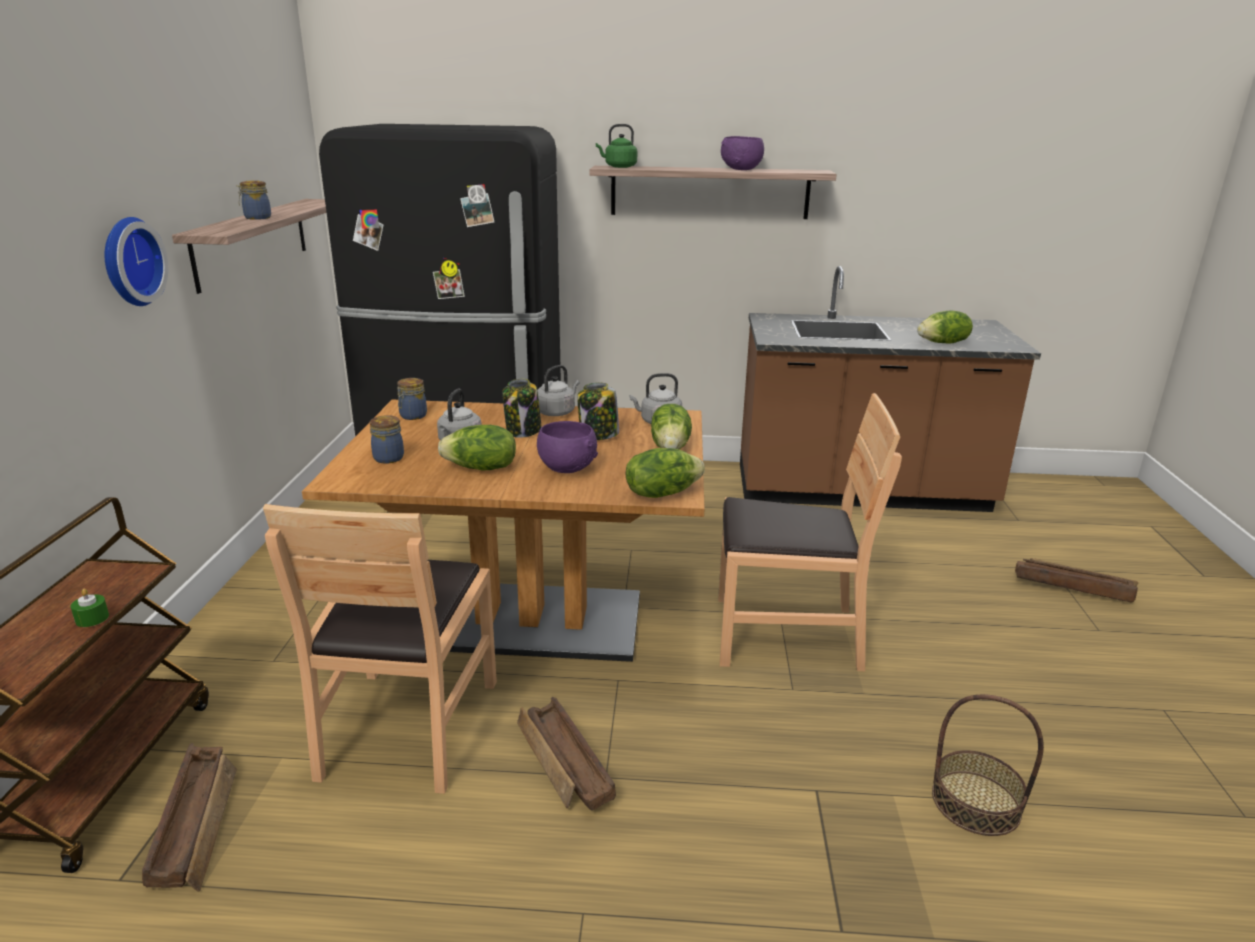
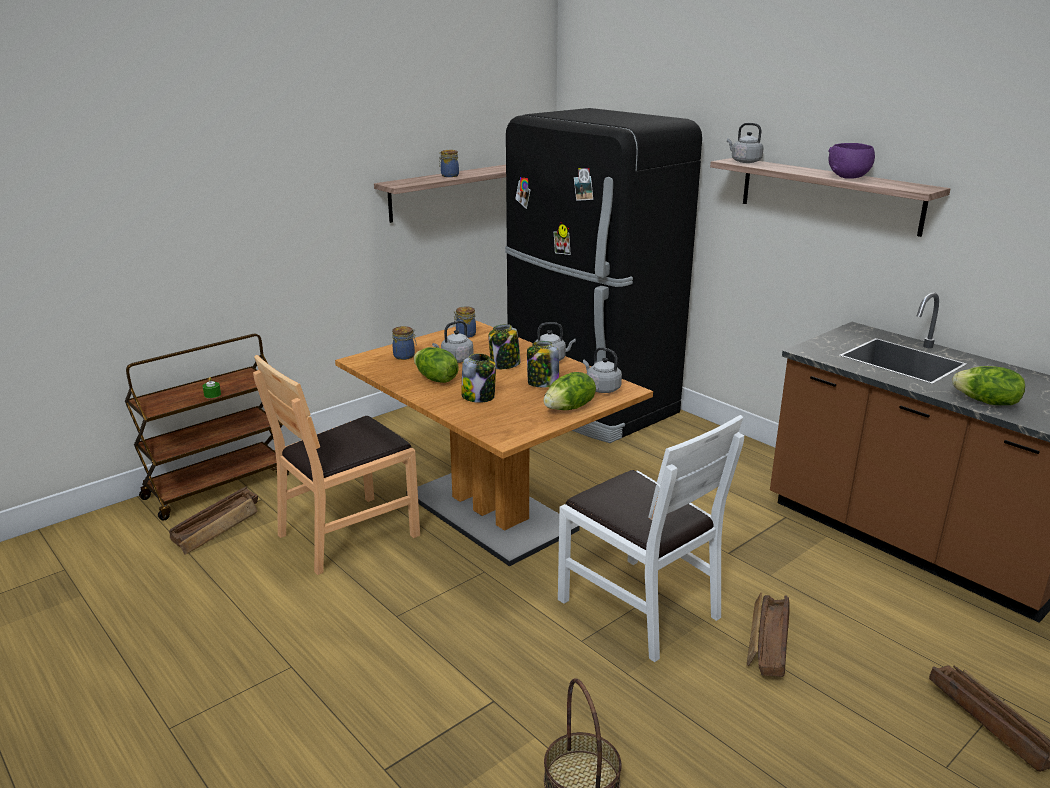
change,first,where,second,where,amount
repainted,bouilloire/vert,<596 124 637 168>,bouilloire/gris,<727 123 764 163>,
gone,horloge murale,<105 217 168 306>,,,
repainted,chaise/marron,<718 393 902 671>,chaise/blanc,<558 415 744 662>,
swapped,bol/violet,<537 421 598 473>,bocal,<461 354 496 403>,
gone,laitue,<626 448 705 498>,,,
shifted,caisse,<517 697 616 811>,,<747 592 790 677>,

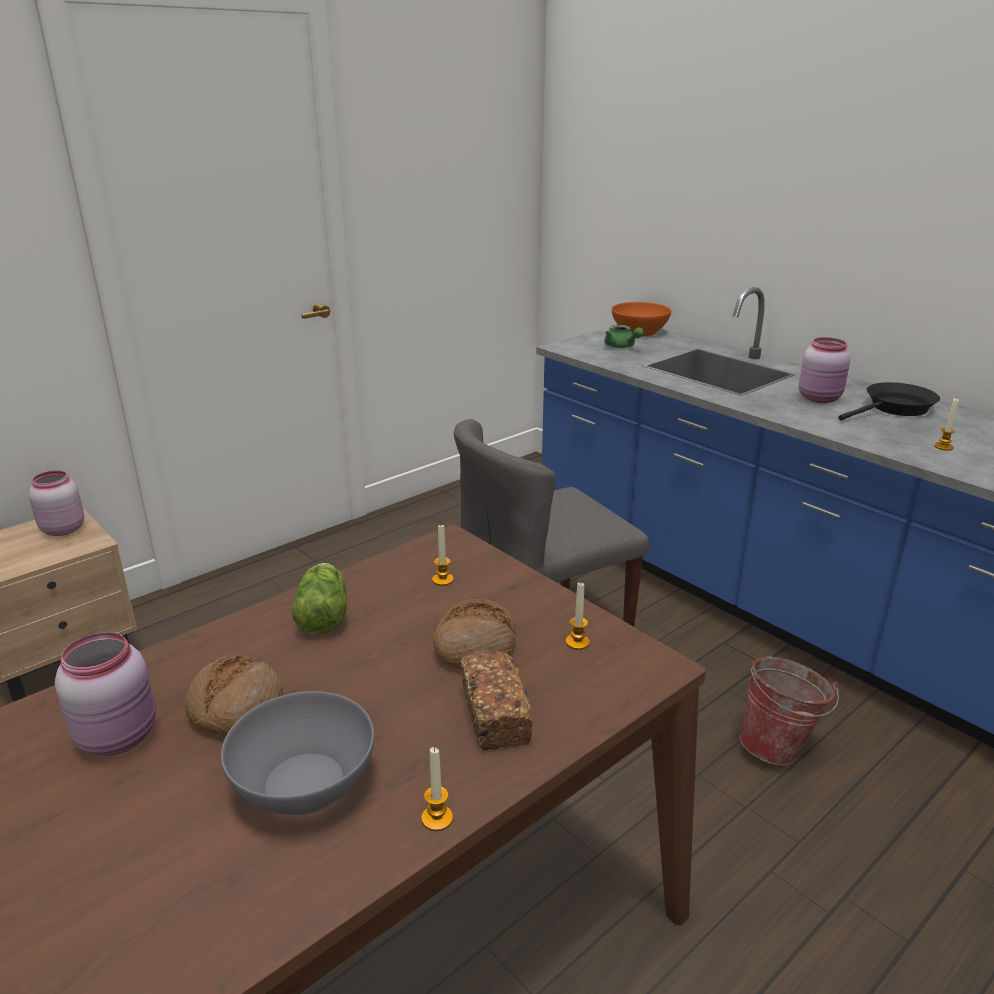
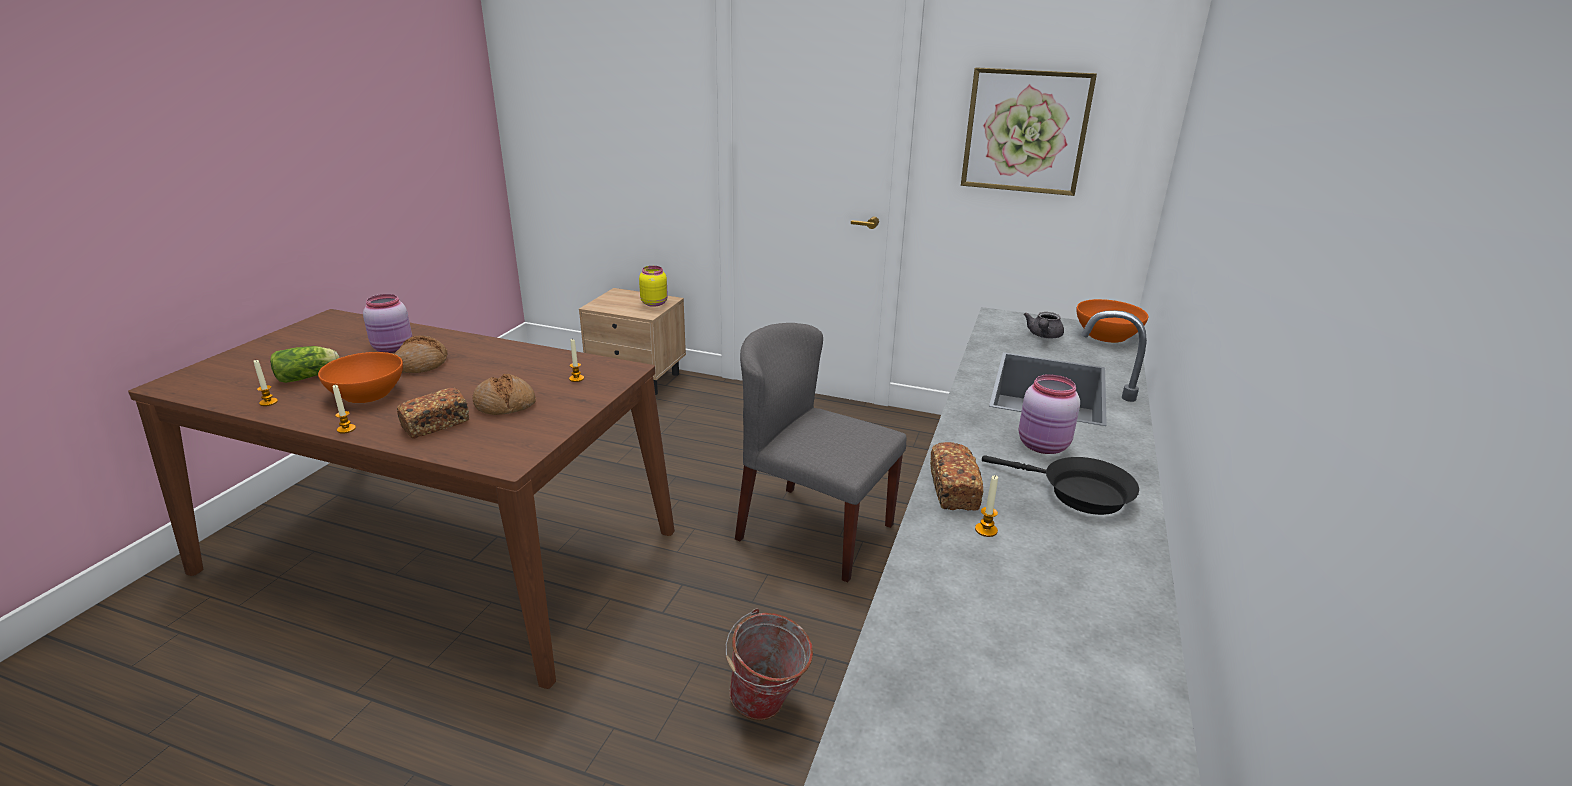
change,first,where,second,where,amount
repainted,théière/vert,<604 325 644 348>,théière/gris,<1024 312 1064 338>,
repainted,bocal/rose,<29 471 84 536>,bocal/jaune,<639 266 668 307>,
shifted,laitue,<291 563 347 635>,,<270 346 339 383>,
shifted,bougie,<566 582 590 650>,,<253 359 278 406>,
repainted,bol/gris,<221 691 374 815>,bol/orange,<318 352 403 403>,
new,,,tableau,<961 67 1097 196>,
new,,,pain,<930 442 983 511>,

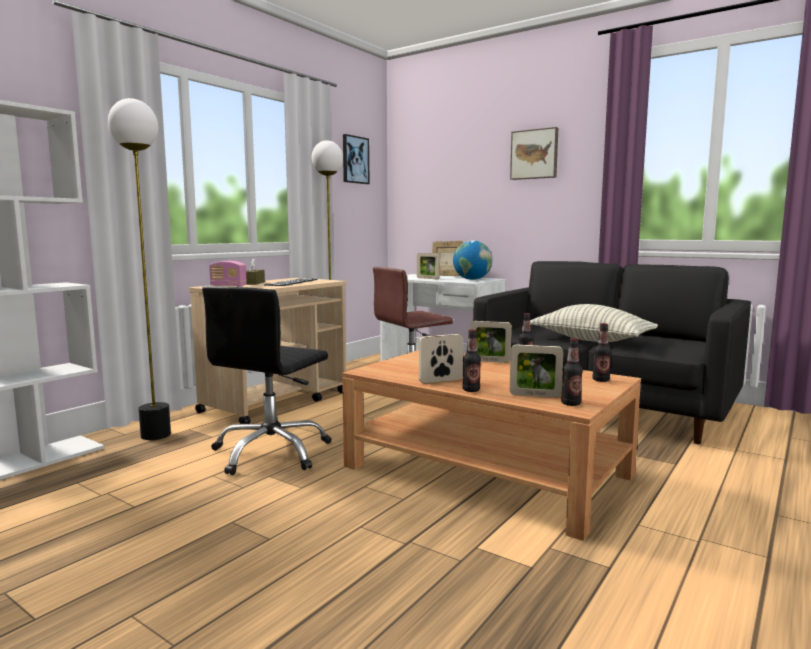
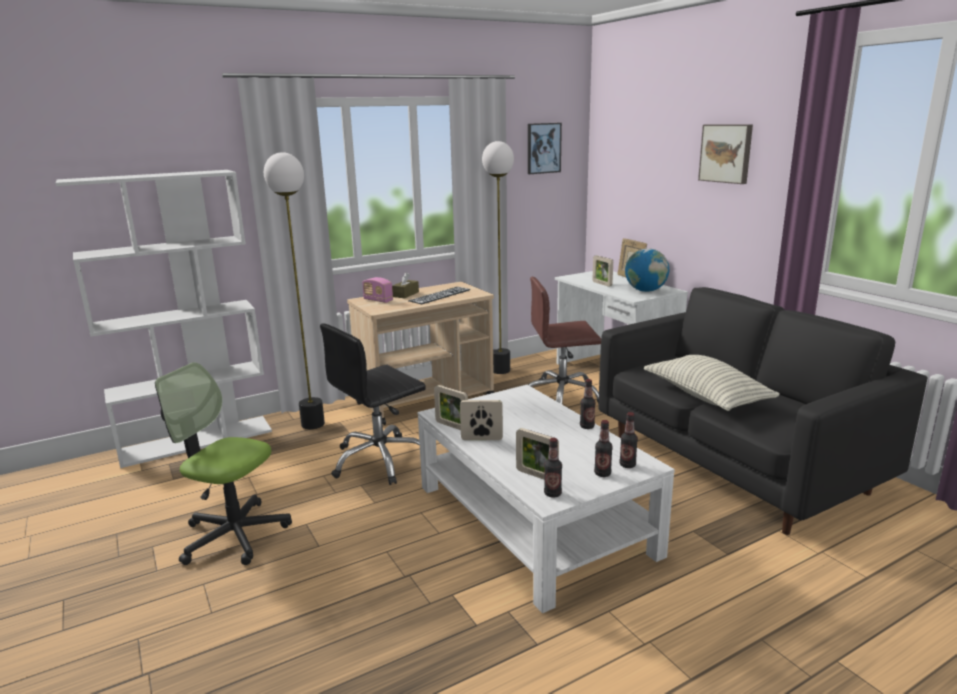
change,first,where,second,where,amount
shifted,cadre photo,<470 321 512 363>,,<434 385 468 430>,
shifted,bouteille,<462 330 481 392>,,<594 420 613 477>,
repainted,table basse/marron,<342 350 641 541>,table basse/blanc,<418 385 675 613>,
new,,,chaise de bureau,<155 362 292 565>,

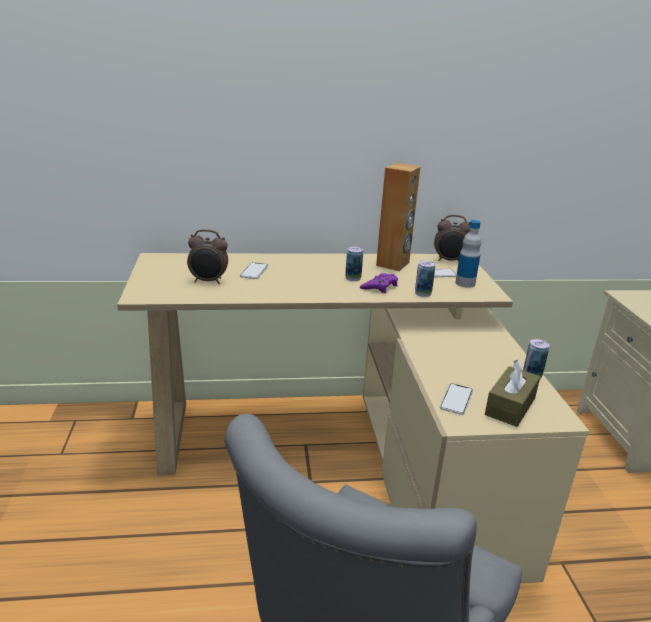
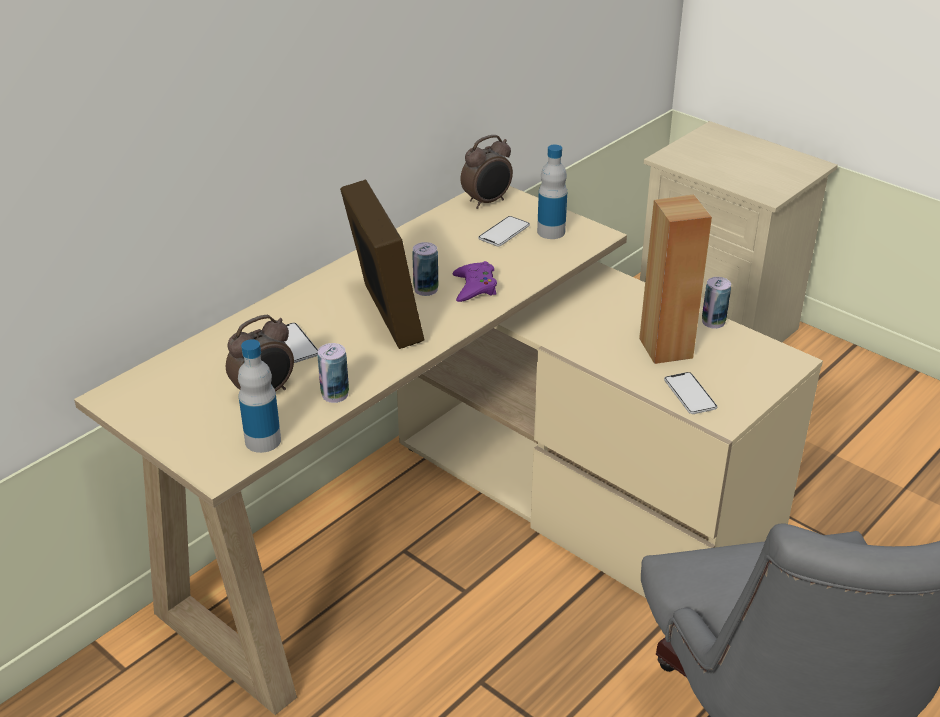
change,first,where,second,where,amount
shifted,enceinte/marron,<376 163 420 271>,,<639 194 712 364>,
shifted,boîte métallique,<415 260 435 297>,,<317 343 349 403>,
gone,boîte à mouchoirs/marron,<485 360 540 427>,,,
new,,,cadre photo,<340 179 425 349>,
new,,,bouteille,<238 339 281 453>,

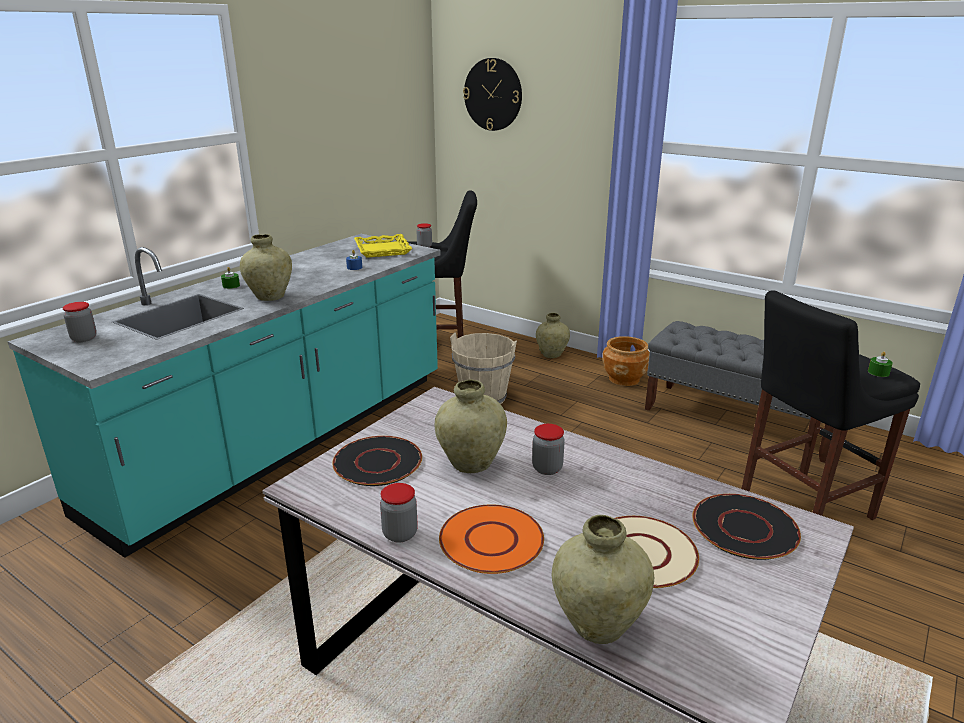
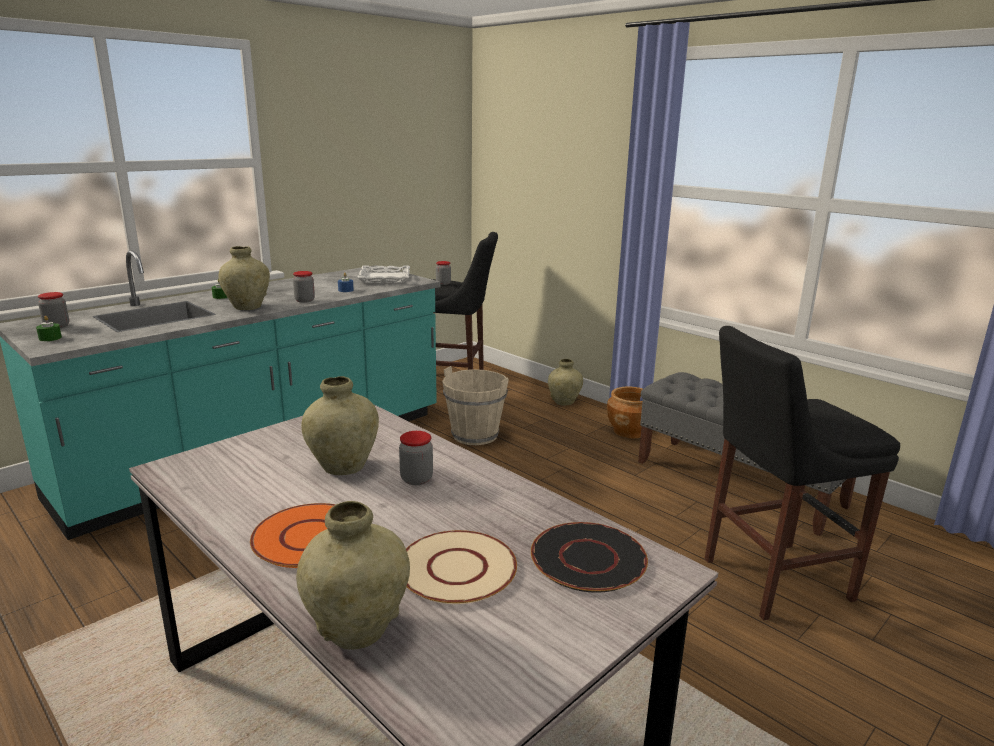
change,first,where,second,where,amount
gone,horloge murale,<463 58 522 131>,,,
repainted,plateau/jaune,<354 234 413 258>,plateau/blanc,<357 265 410 283>,
shifted,bougie/vert,<868 351 893 377>,,<36 316 62 341>,
gone,assiette/noir,<332 436 422 486>,,,
shifted,bocal,<380 483 418 543>,,<293 271 315 303>,

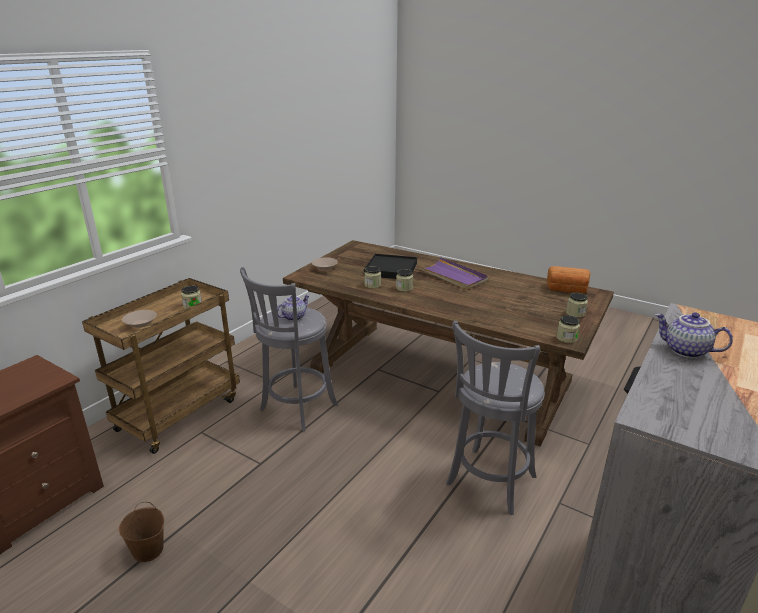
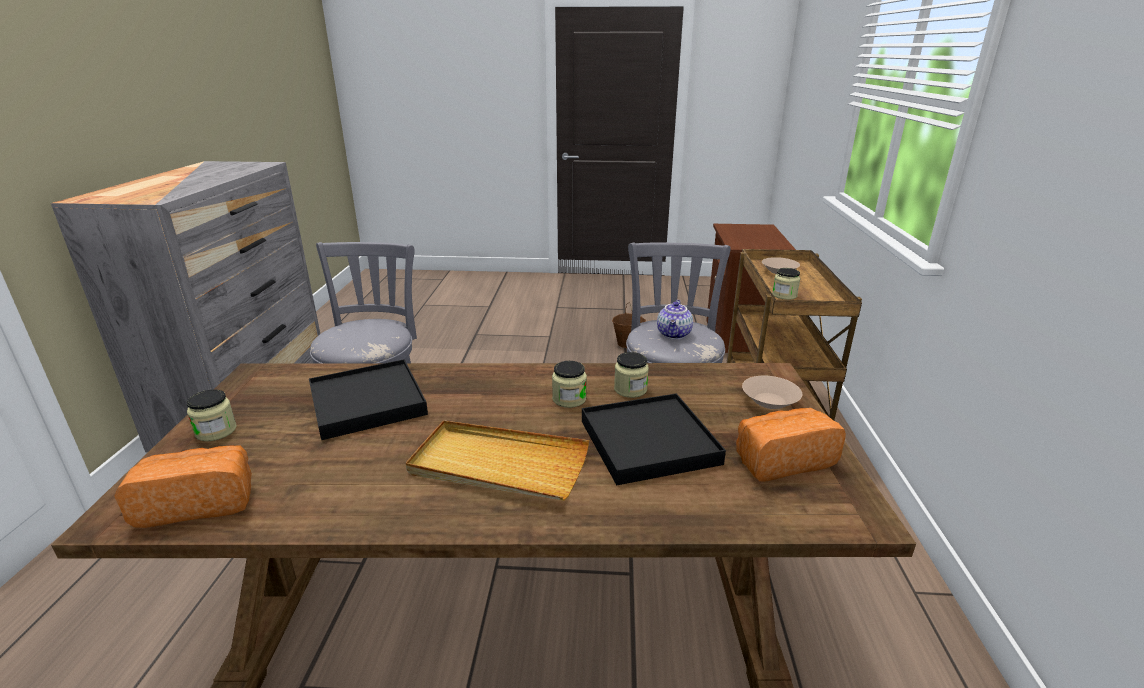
change,first,where,second,where,amount
repainted,plateau/violet,<417 257 489 290>,plateau/beige,<406 420 589 501>,
gone,théière,<655 312 733 358>,,,
gone,bocal,<556 315 580 343>,,,
new,,,plateau/noir,<309 359 428 440>,
new,,,pain,<736 408 846 482>,

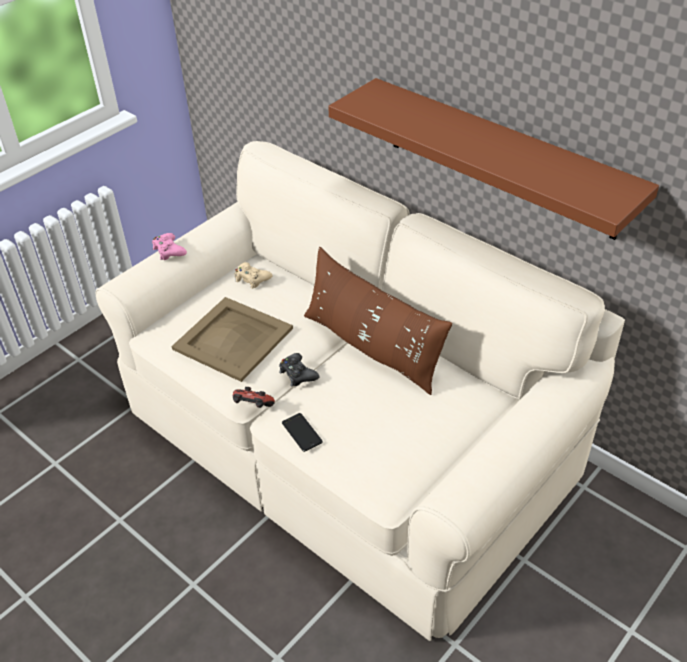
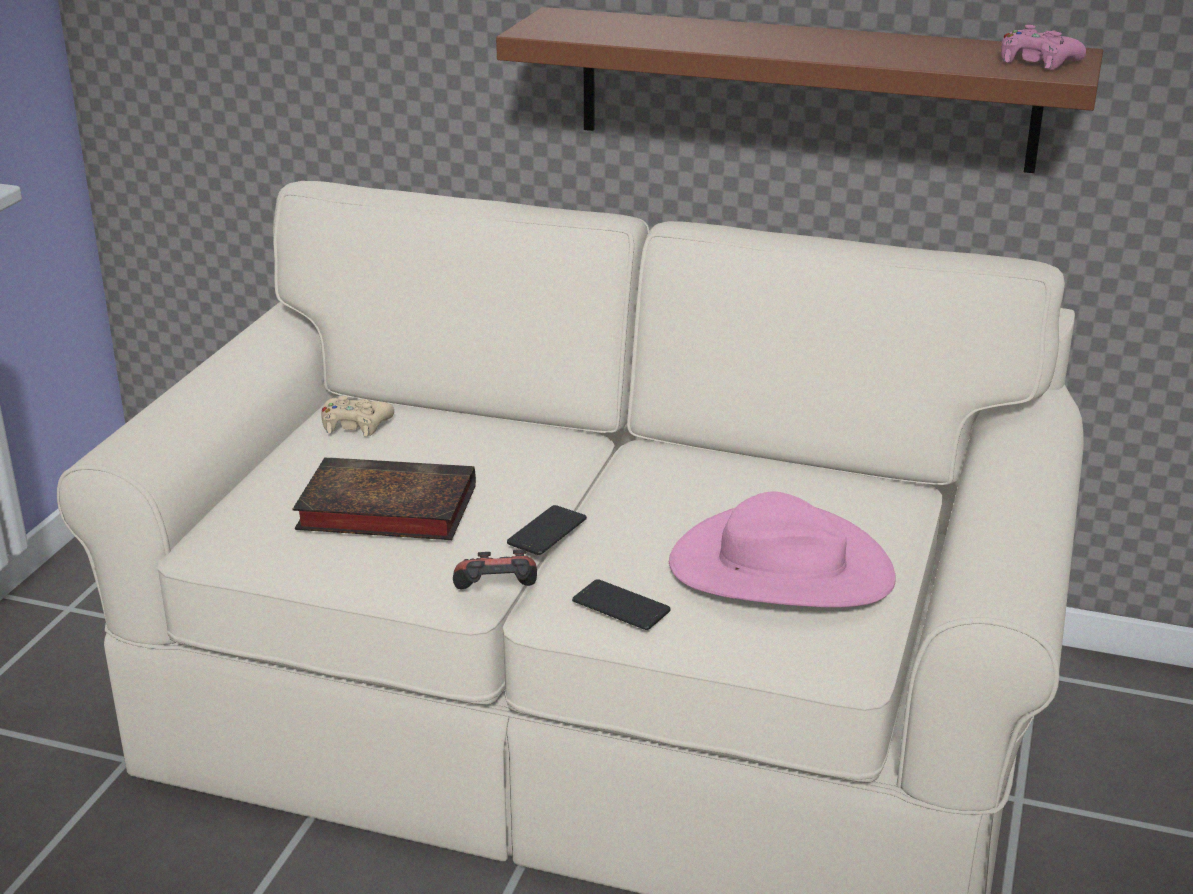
change,first,where,second,where,amount
shifted,manette/rose,<152 233 187 260>,,<1001 25 1086 70>,
gone,coussin/marron,<304 247 452 395>,,,
swapped,plateau/beige,<171 297 293 382>,livre,<293 457 476 540>,
swapped,manette/noir,<279 353 319 386>,téléphone,<507 505 587 555>,
new,,,chapeau/rose,<669 491 896 608>,

